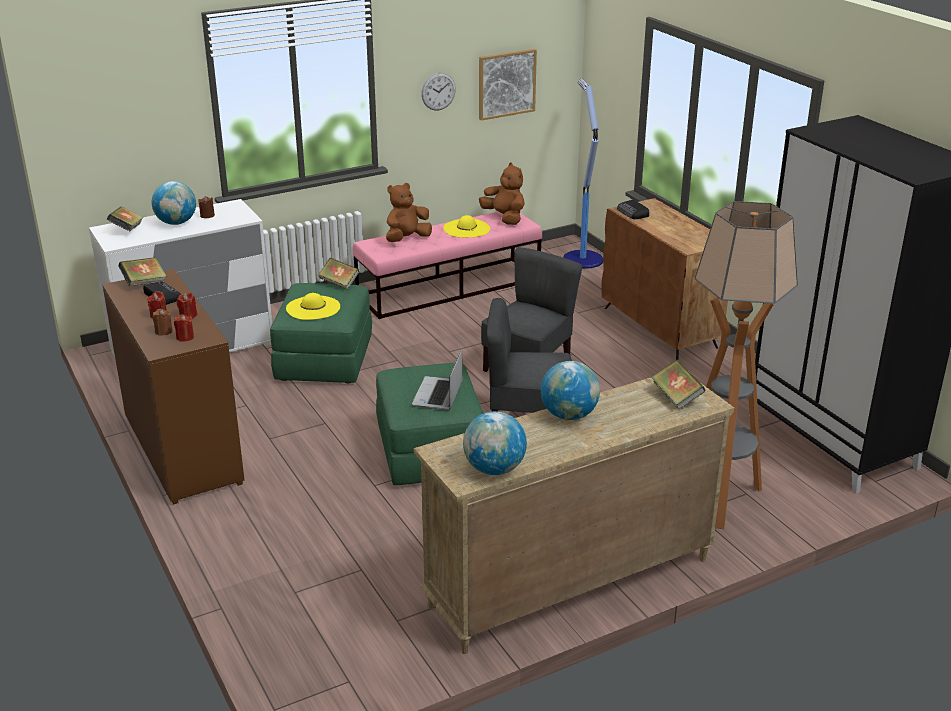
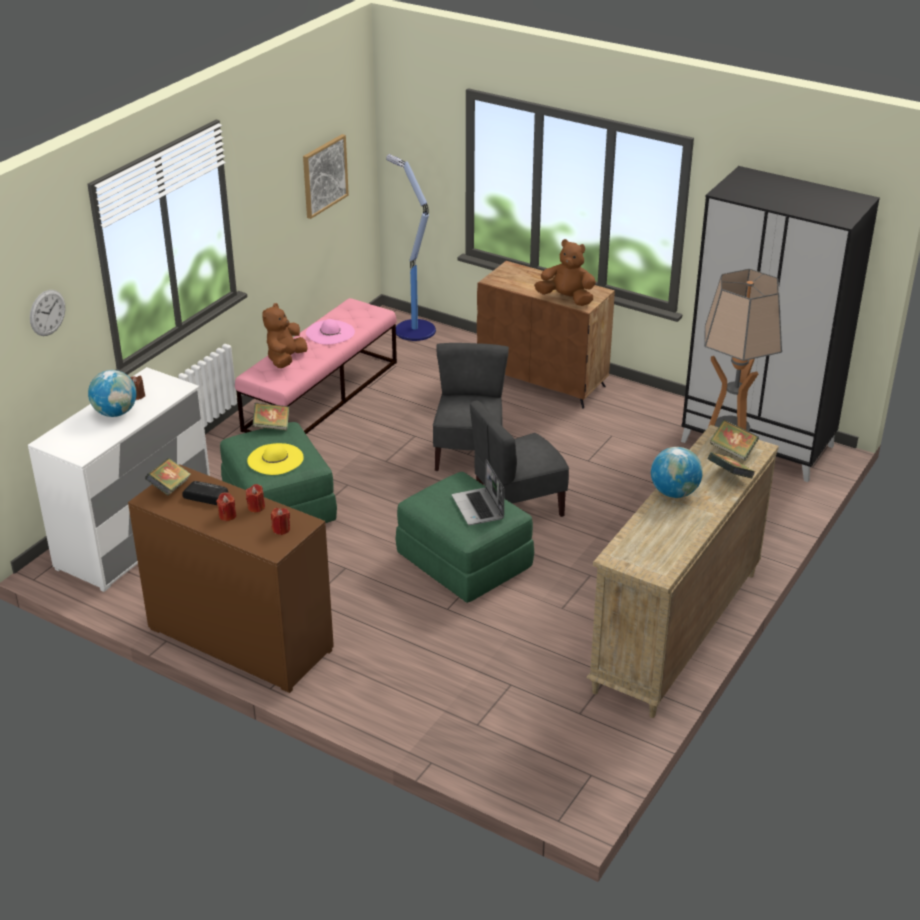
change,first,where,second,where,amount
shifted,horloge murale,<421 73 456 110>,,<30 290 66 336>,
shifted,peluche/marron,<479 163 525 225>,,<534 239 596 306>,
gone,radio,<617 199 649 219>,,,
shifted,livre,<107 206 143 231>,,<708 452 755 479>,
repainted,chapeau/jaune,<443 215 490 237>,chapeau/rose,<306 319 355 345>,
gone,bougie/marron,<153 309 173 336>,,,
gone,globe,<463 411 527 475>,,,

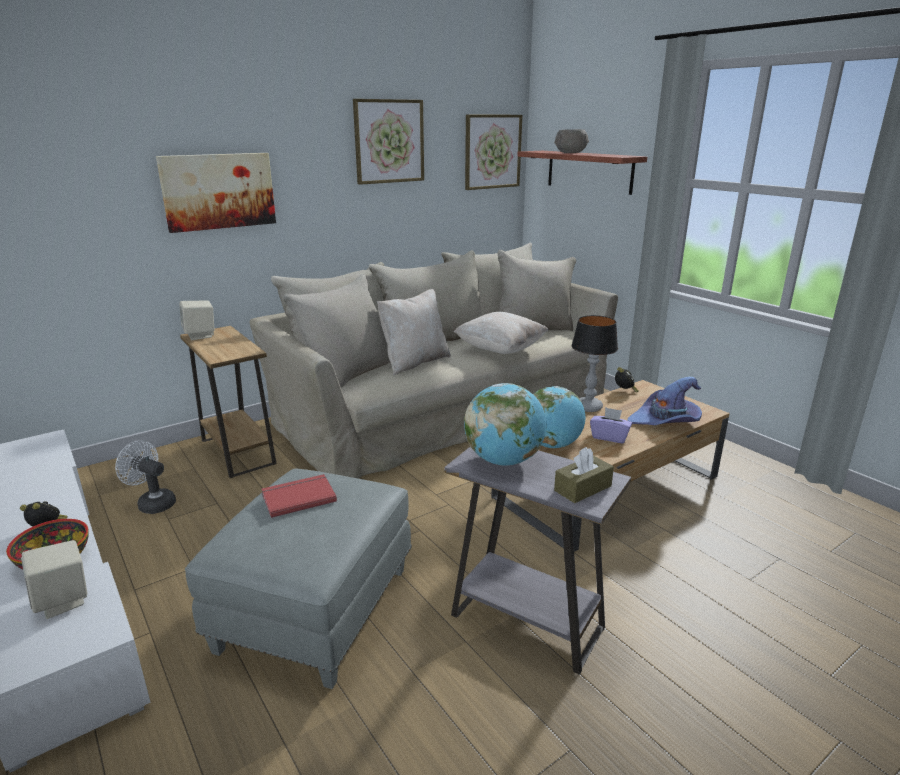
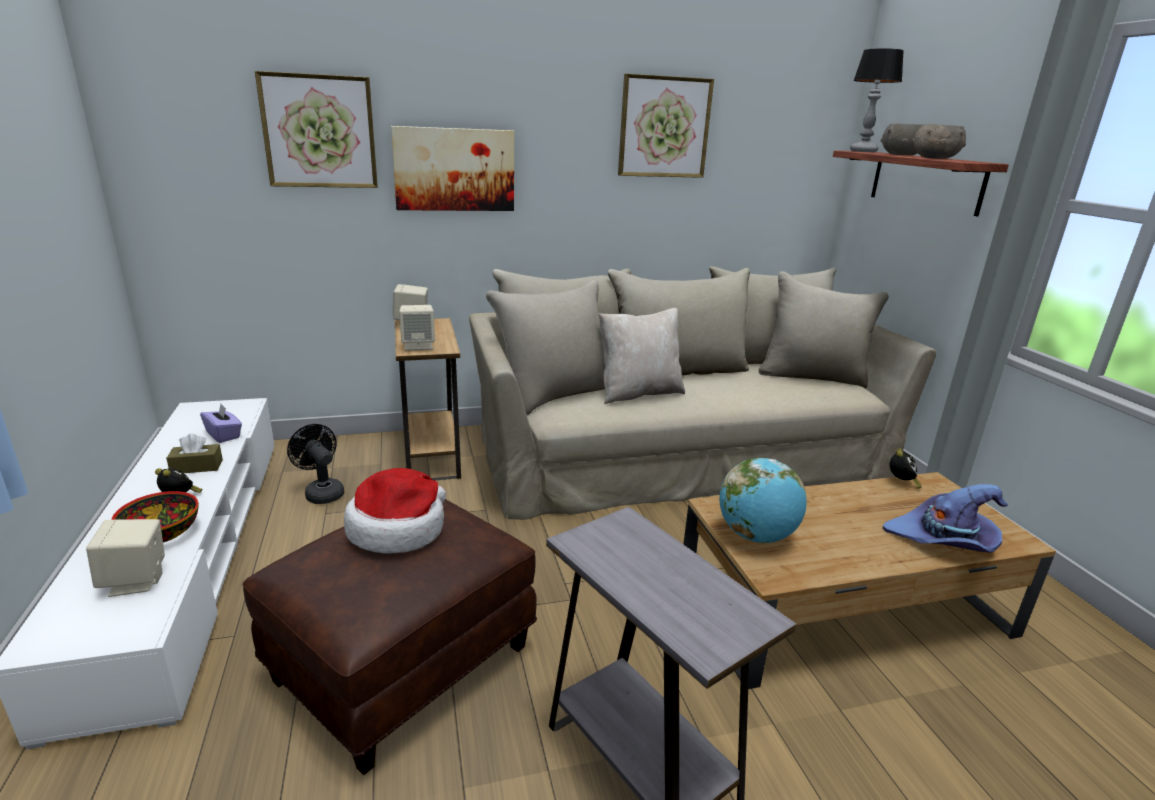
change,first,where,second,where,amount
shifted,tableau,<465 114 522 190>,,<255 71 378 188>,
gone,coussin/beige,<454 312 549 354>,,,
shifted,lampe de table,<571 315 618 412>,,<850 49 904 152>,
gone,globe,<464 383 546 466>,,,
shifted,boîte à mouchoirs/violet,<590 407 632 443>,,<200 404 242 443>,
repainted,ventilateur/blanc,<115 440 176 514>,ventilateur/noir,<287 424 344 504>,
shifted,boîte à mouchoirs/marron,<554 447 614 503>,,<166 433 223 473>,
repainted,pouf/gris,<185 468 412 689>,pouf/marron,<243 499 537 775>,
swapped,livre/rouge,<262 474 337 518>,chapeau,<344 468 446 554>,
new,,,bol/gris,<912 124 966 159>,
new,,,enceinte/beige,<399 305 435 351>,

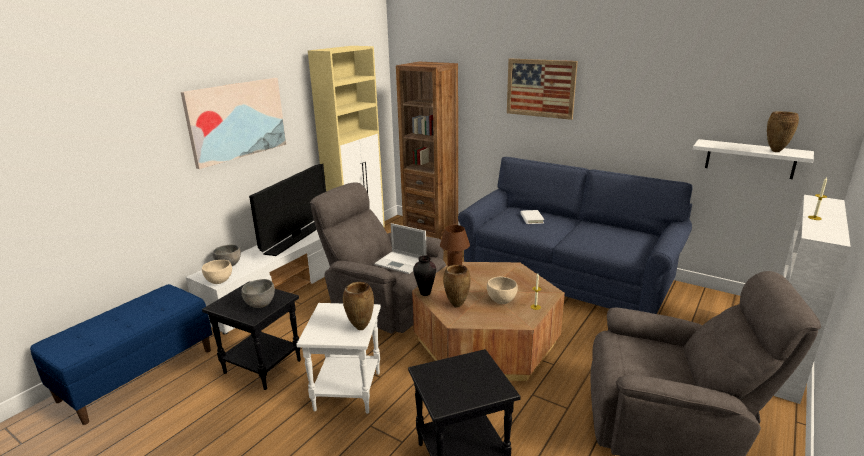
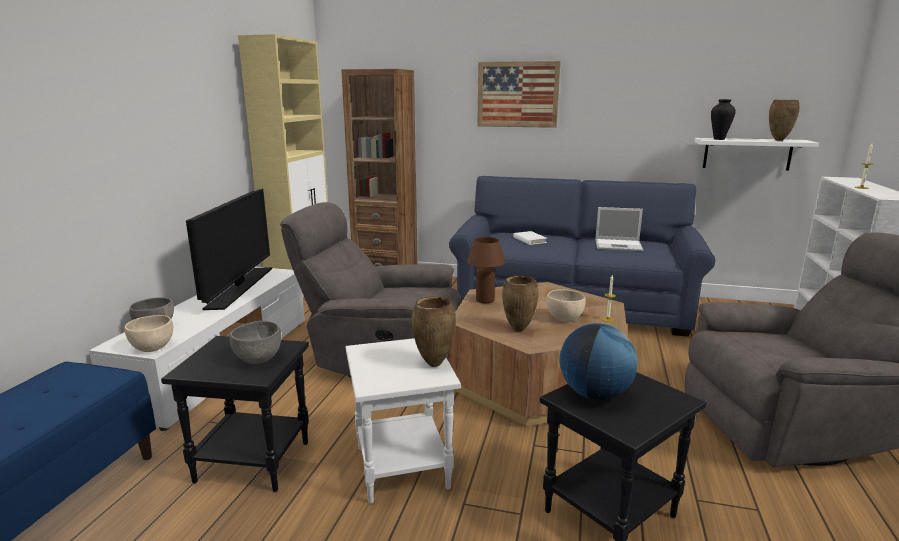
change,first,where,second,where,amount
gone,tableau,<181 78 286 169>,,,
shifted,ordinateur portable,<374 223 427 274>,,<595 207 643 251>,
shifted,vase,<413 256 436 296>,,<711 99 736 140>,
new,,,globe,<559 323 637 400>,

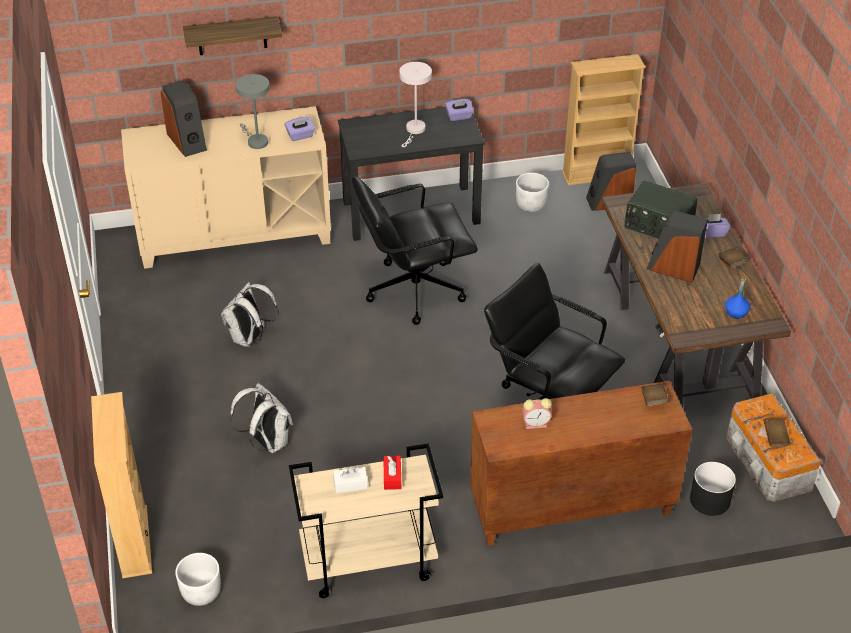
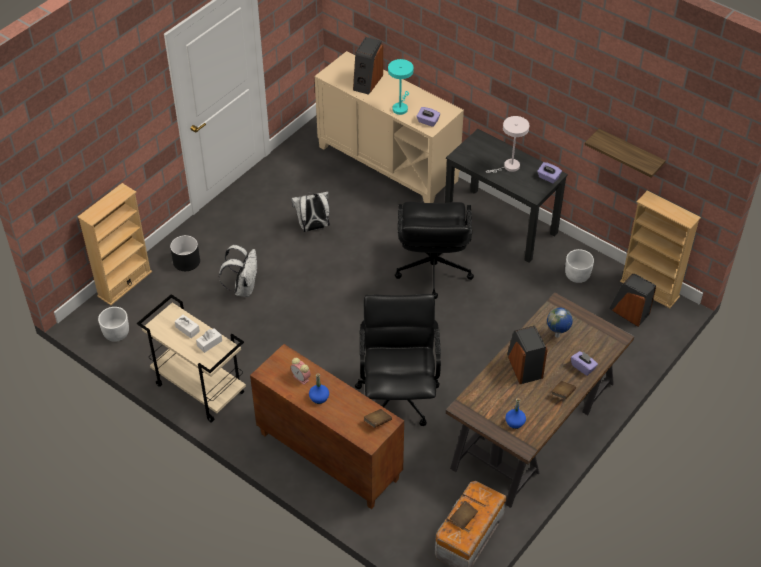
change,first,where,second,where,amount
shifted,étagère,<183 16 282 55>,,<585 128 666 178>,
repainted,lampe de table/gris,<235 74 270 149>,lampe de table/turquoise,<388 59 414 115>,
rotated,chaise de bureau/noir,<352 176 478 325>,,<395 201 474 299>,120 degrees counterclockwise
swapped,radio,<624 181 698 239>,globe,<547 308 573 338>,
repainted,boîte à mouchoirs/rouge,<383 456 401 490>,boîte à mouchoirs/blanc,<196 328 222 353>,
shifted,cache-pot/noir,<690 462 736 516>,,<170 235 200 271>,
new,,,bouteille/bleu,<309 373 329 404>,

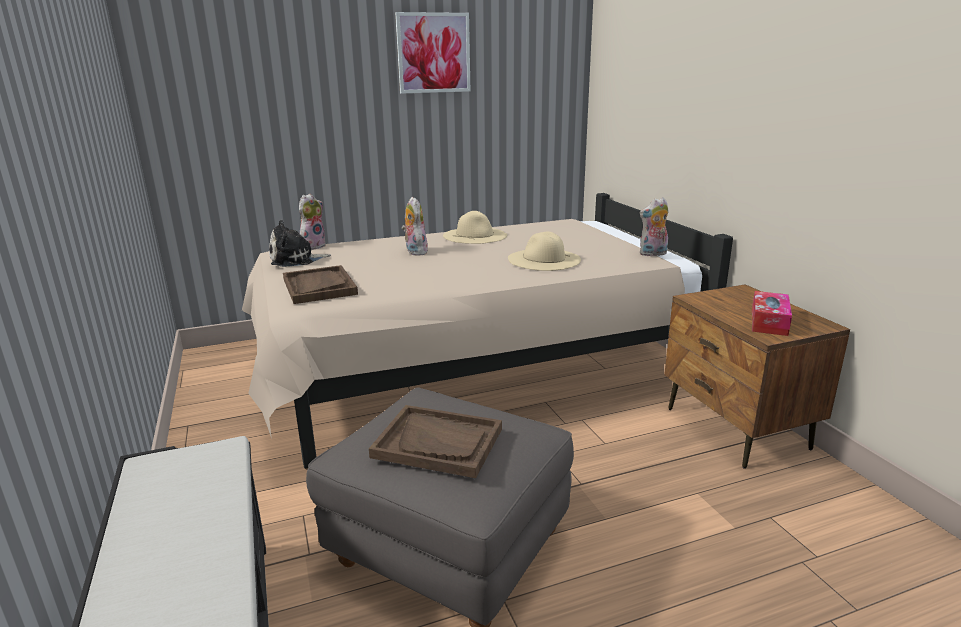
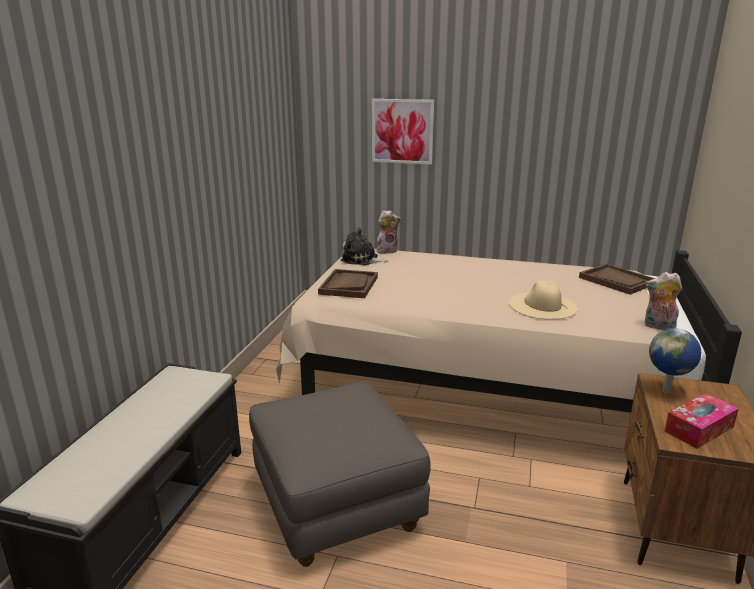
change,first,where,second,where,amount
shifted,tableau,<395 12 470 94>,,<372 99 434 165>,
gone,peluche,<402 197 428 256>,,,
gone,chapeau/beige,<443 211 507 244>,,,
shifted,plateau/marron,<369 405 502 478>,,<579 264 655 295>,
new,,,globe,<649 328 701 393>,

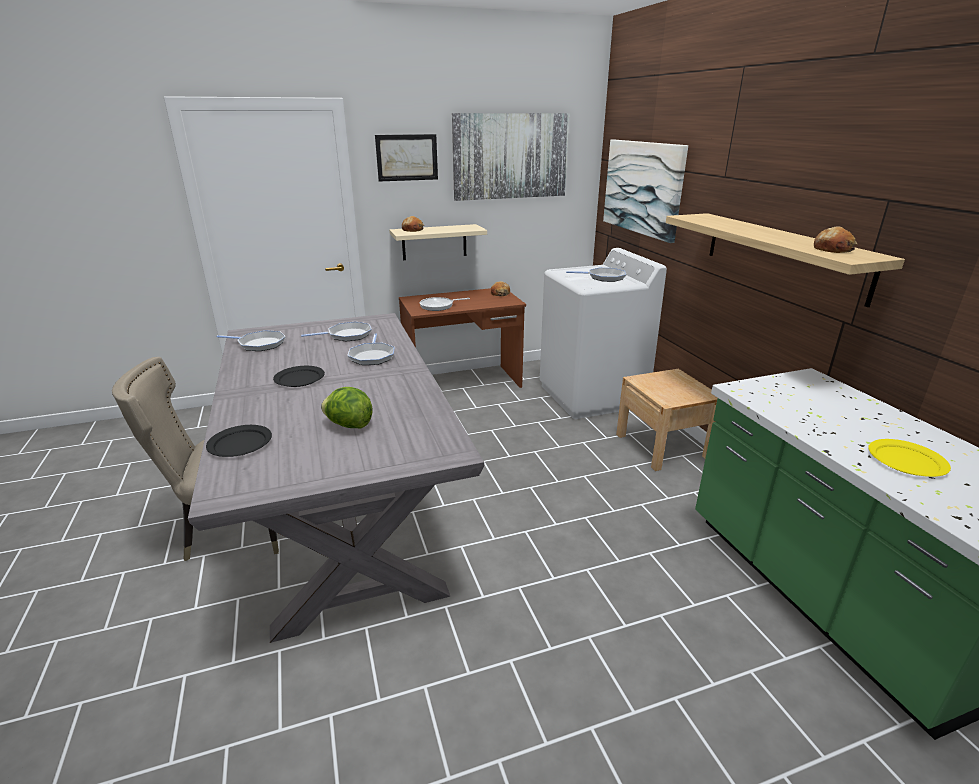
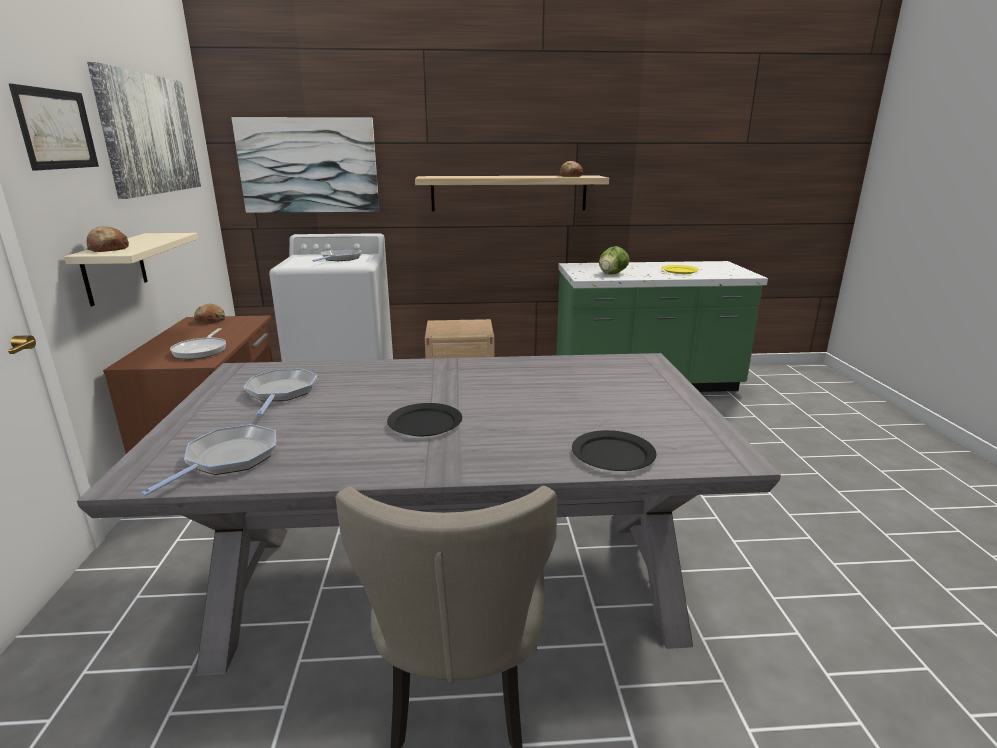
change,first,where,second,where,amount
gone,poêle,<347 333 394 365>,,,
shifted,laitue,<321 387 373 429>,,<599 246 630 275>,

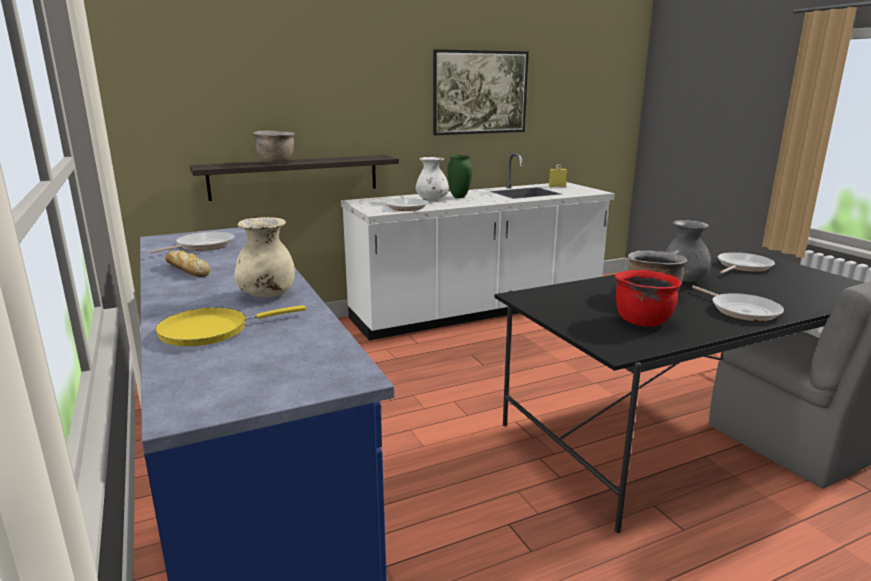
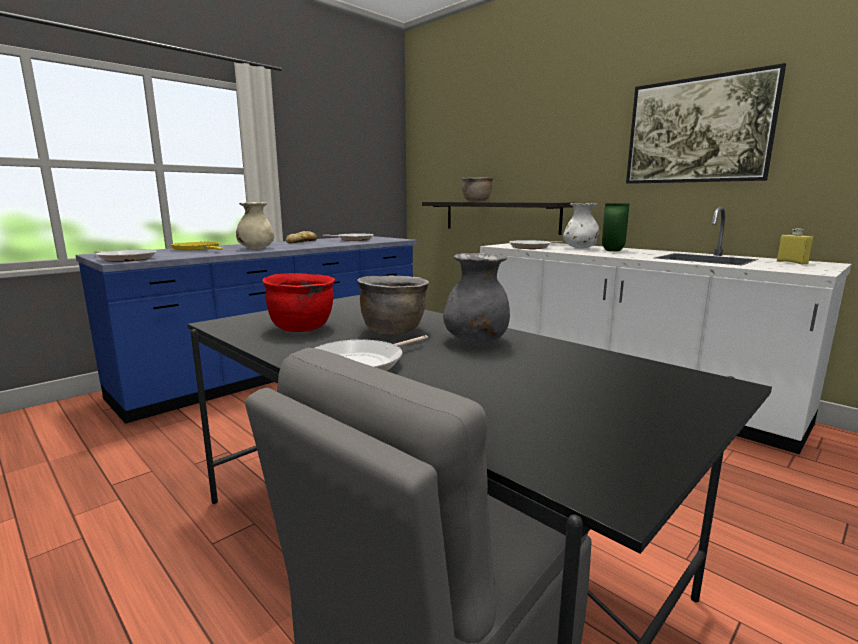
change,first,where,second,where,amount
shifted,poêle,<718 252 775 273>,,<94 249 157 262>,

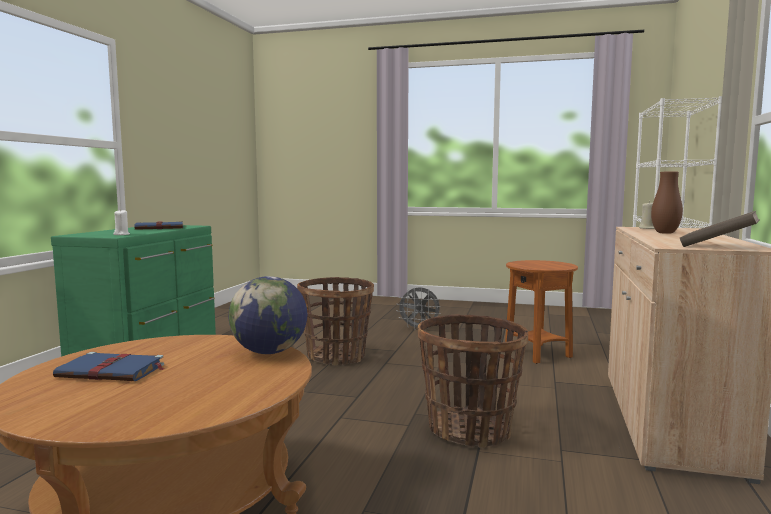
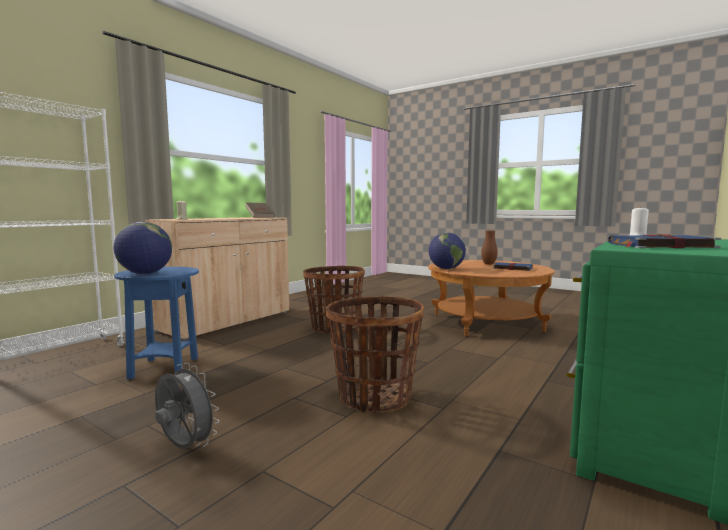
change,first,where,second,where,amount
shifted,vase/marron,<651 172 683 234>,,<481 230 498 265>,
repainted,table d'appoint/marron,<505 260 578 364>,table d'appoint/bleu,<114 267 199 380>,
new,,,globe,<114 222 172 274>,

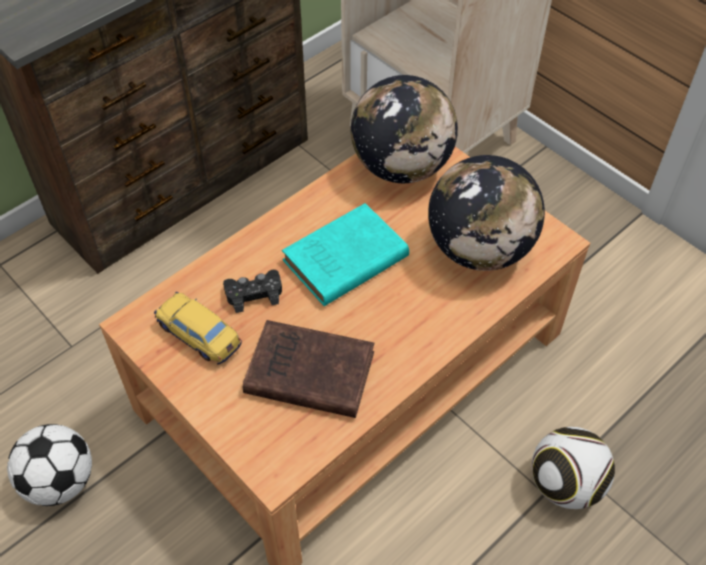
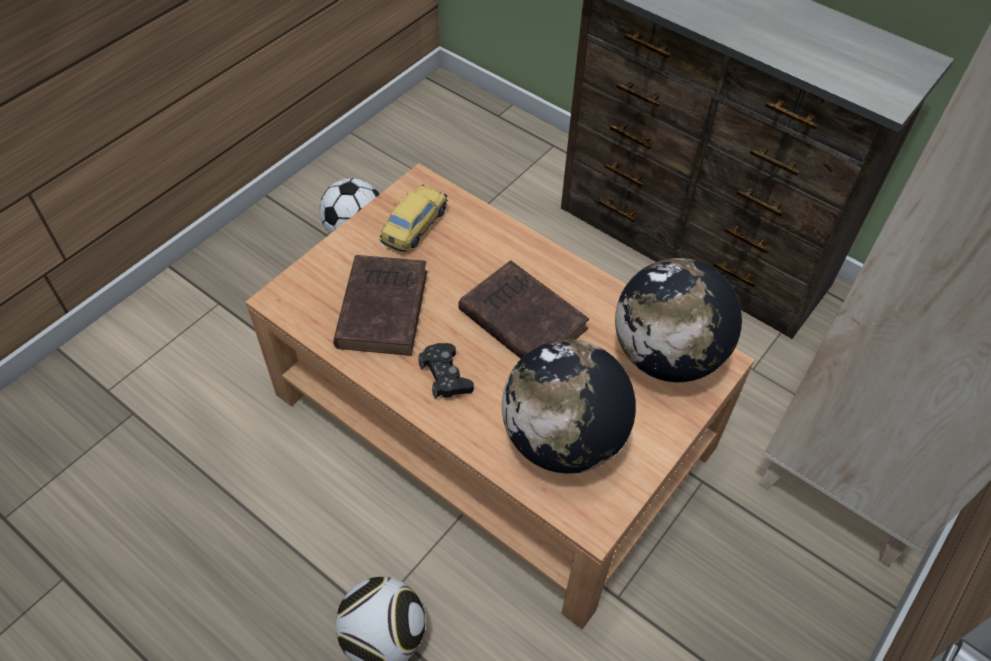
change,first,where,second,where,amount
repainted,livre/turquoise,<282 203 409 306>,livre/marron,<458 260 589 359>,
shifted,manette/noir,<223 270 282 313>,,<419 343 474 399>,

